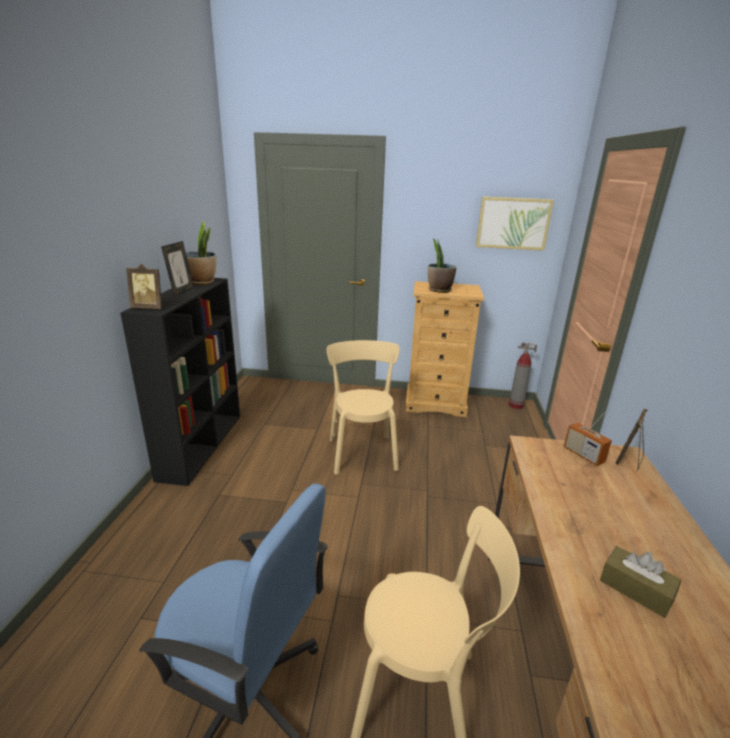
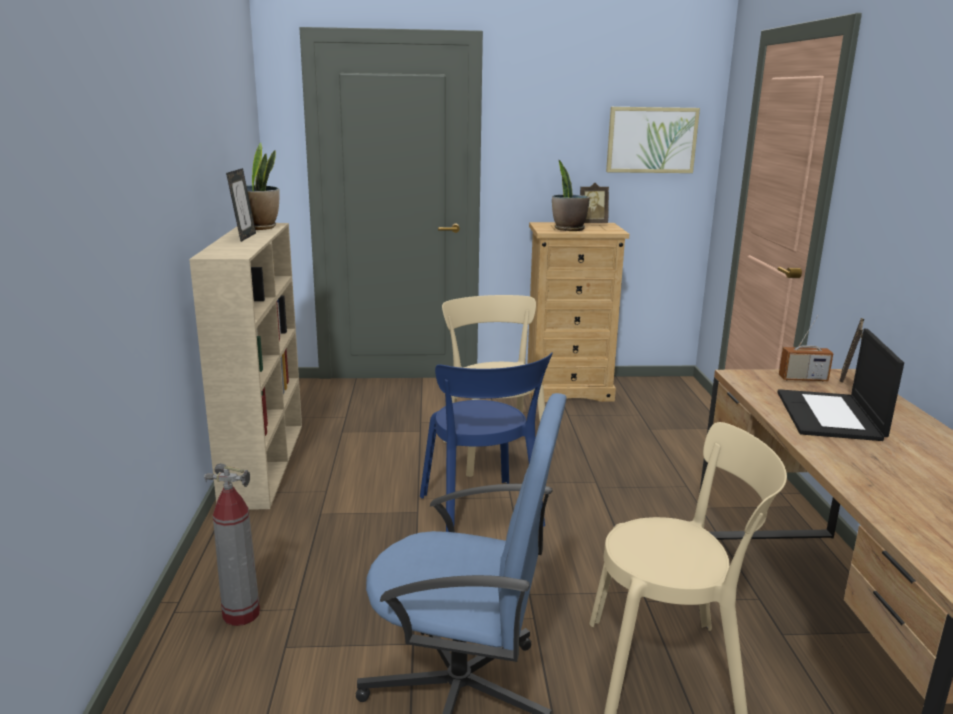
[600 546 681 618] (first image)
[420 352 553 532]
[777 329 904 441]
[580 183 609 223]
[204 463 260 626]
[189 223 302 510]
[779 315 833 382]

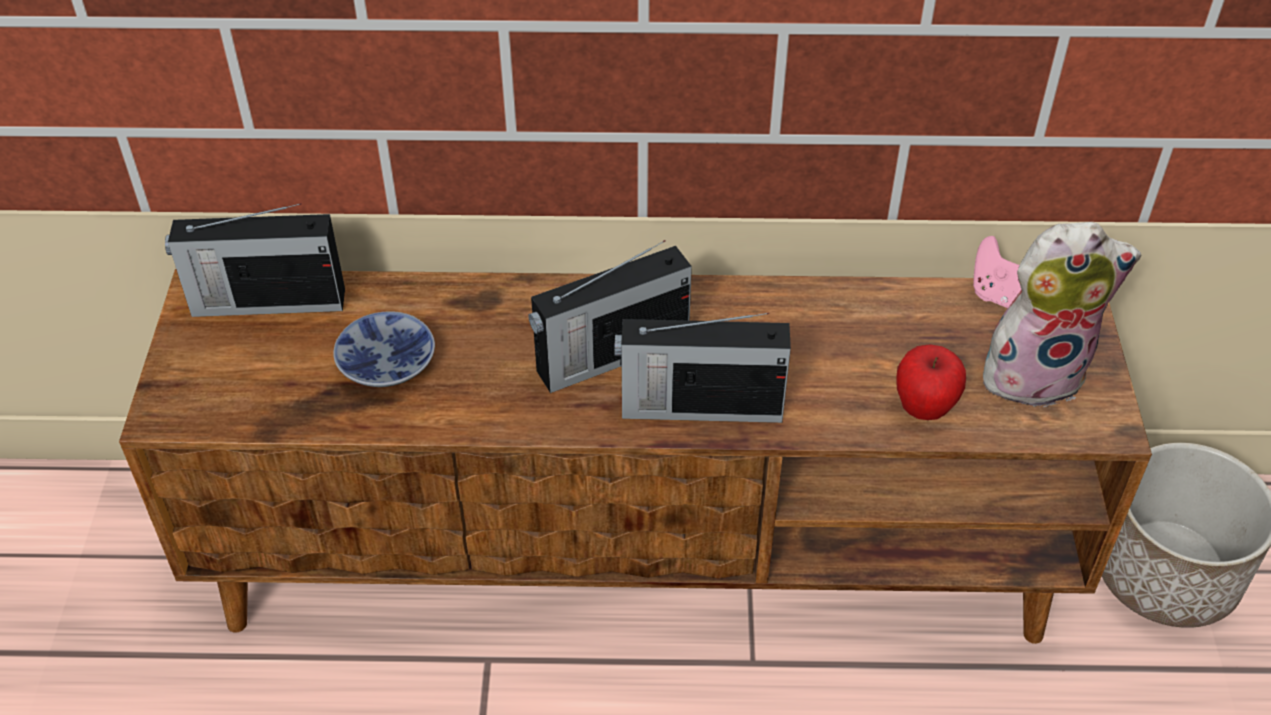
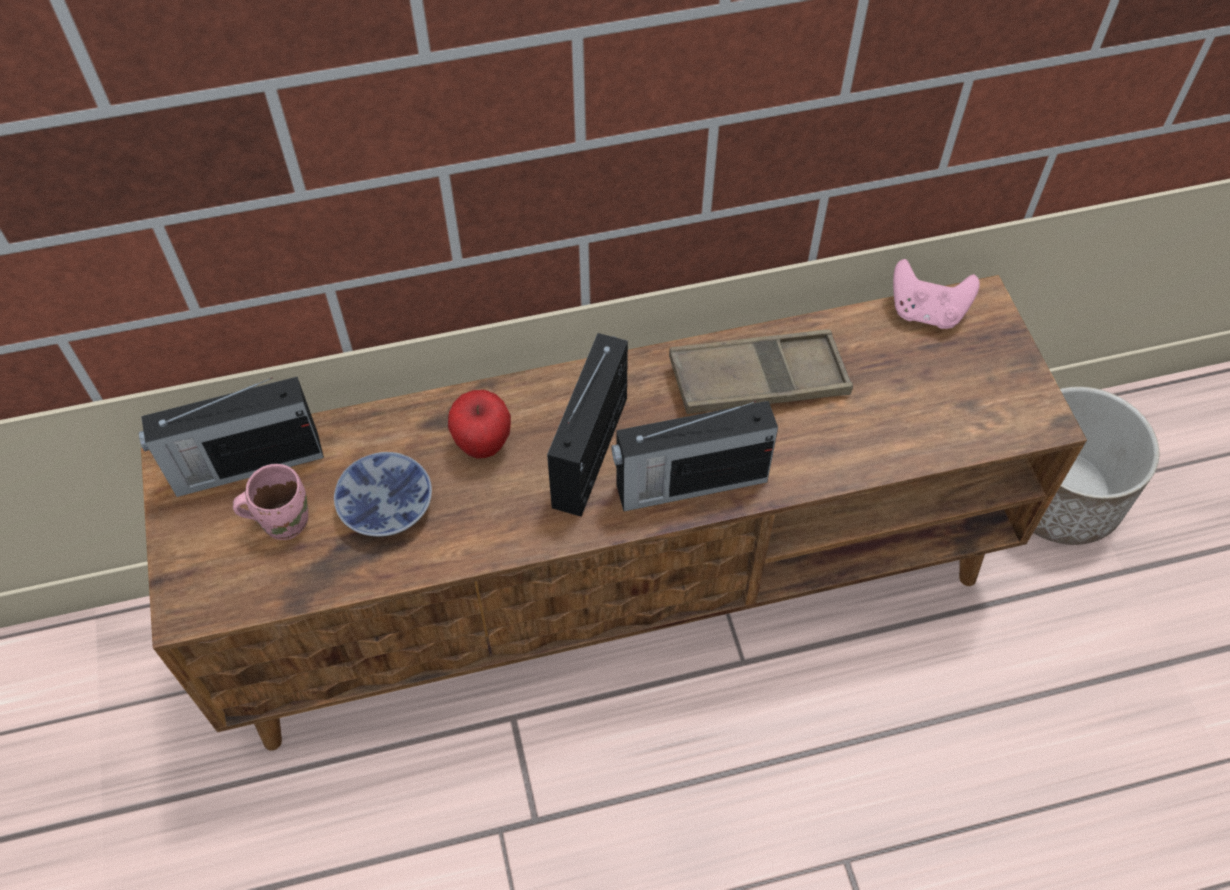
[983 222 1141 408] (first image)
[233 464 308 540]
[669 329 853 414]
[448 390 511 458]
[547 333 628 517]

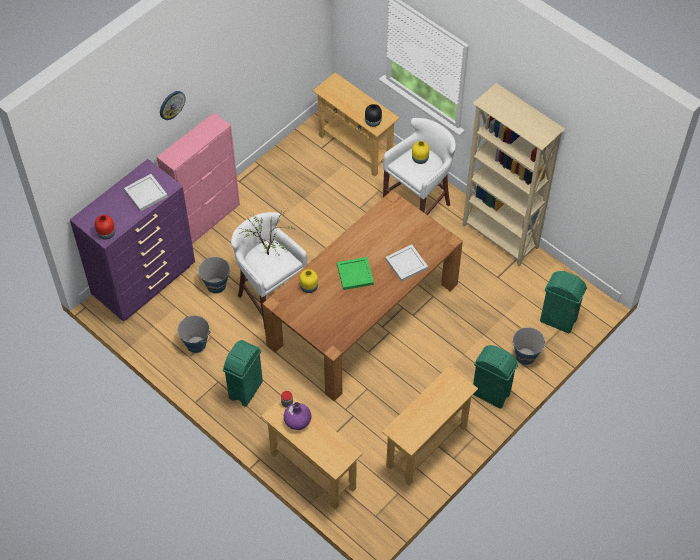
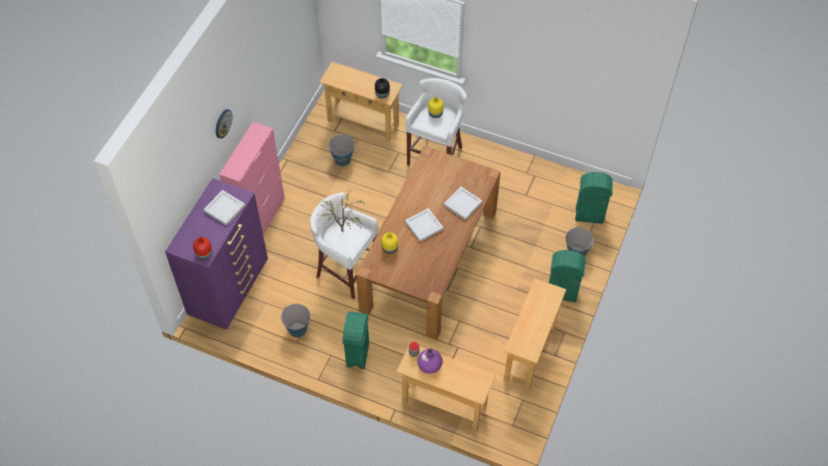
[462 83 565 266] (first image)
[328 134 356 166]
[405 208 444 242]

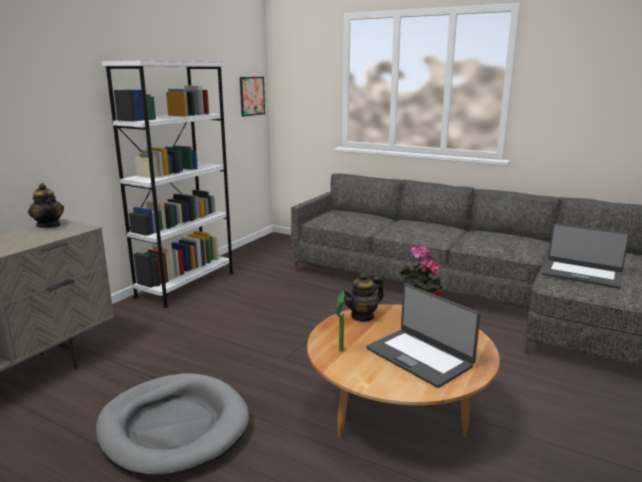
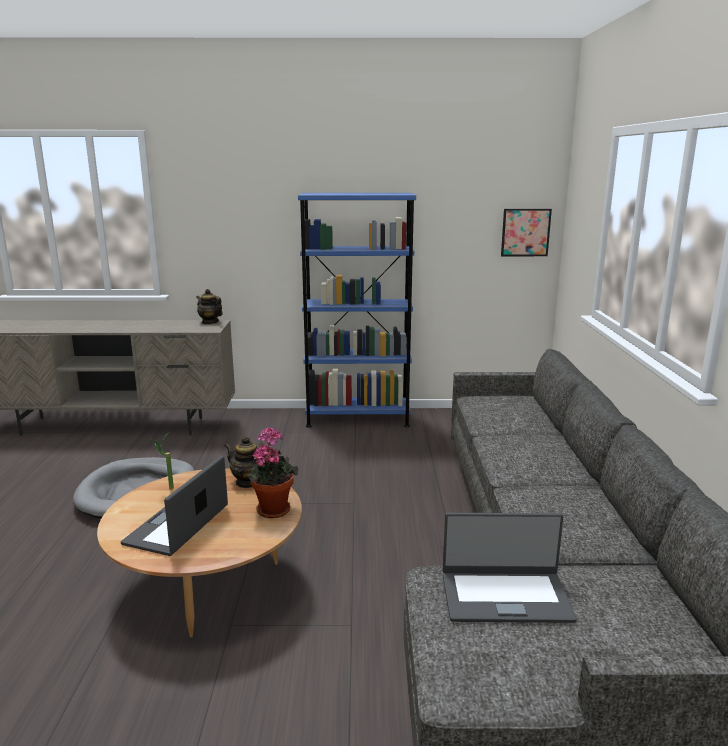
[298 193 416 427]
[196 289 223 324]
[443 513 577 623]

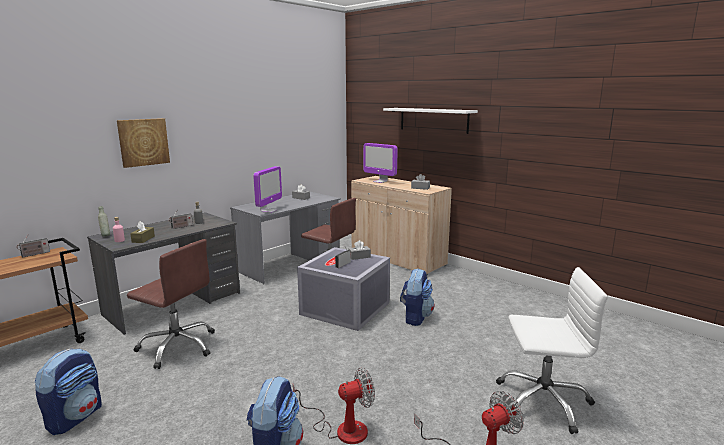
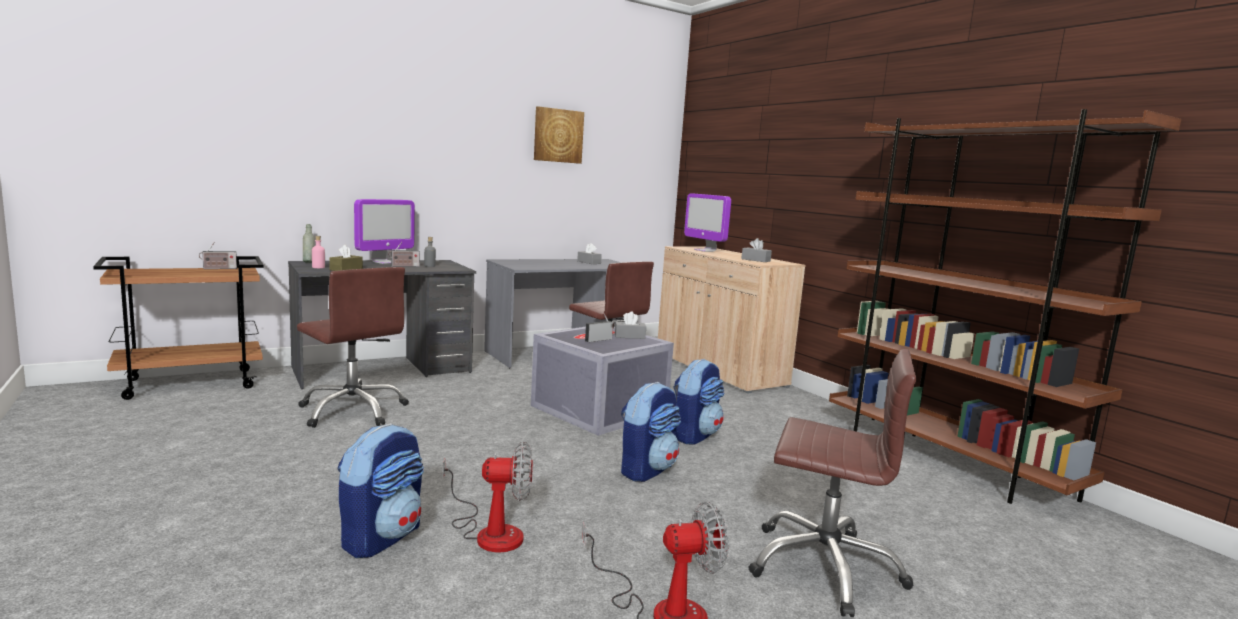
[383 108 478 134] (first image)
[829 109 1181 504]
[621 382 681 482]
[534 106 584 164]
[354 199 415 264]
[748 349 916 617]

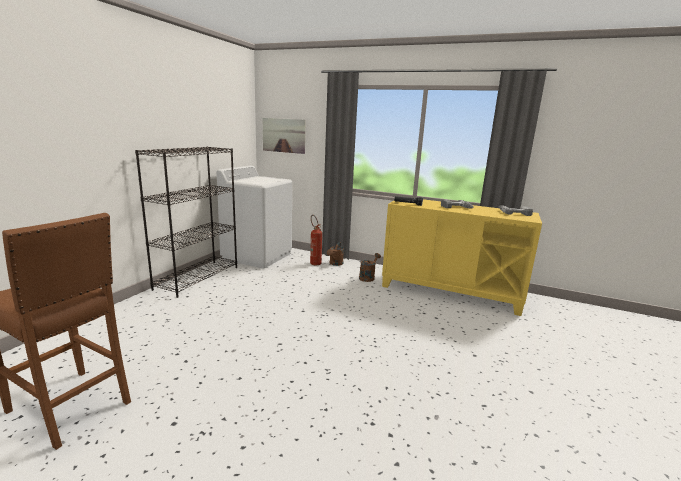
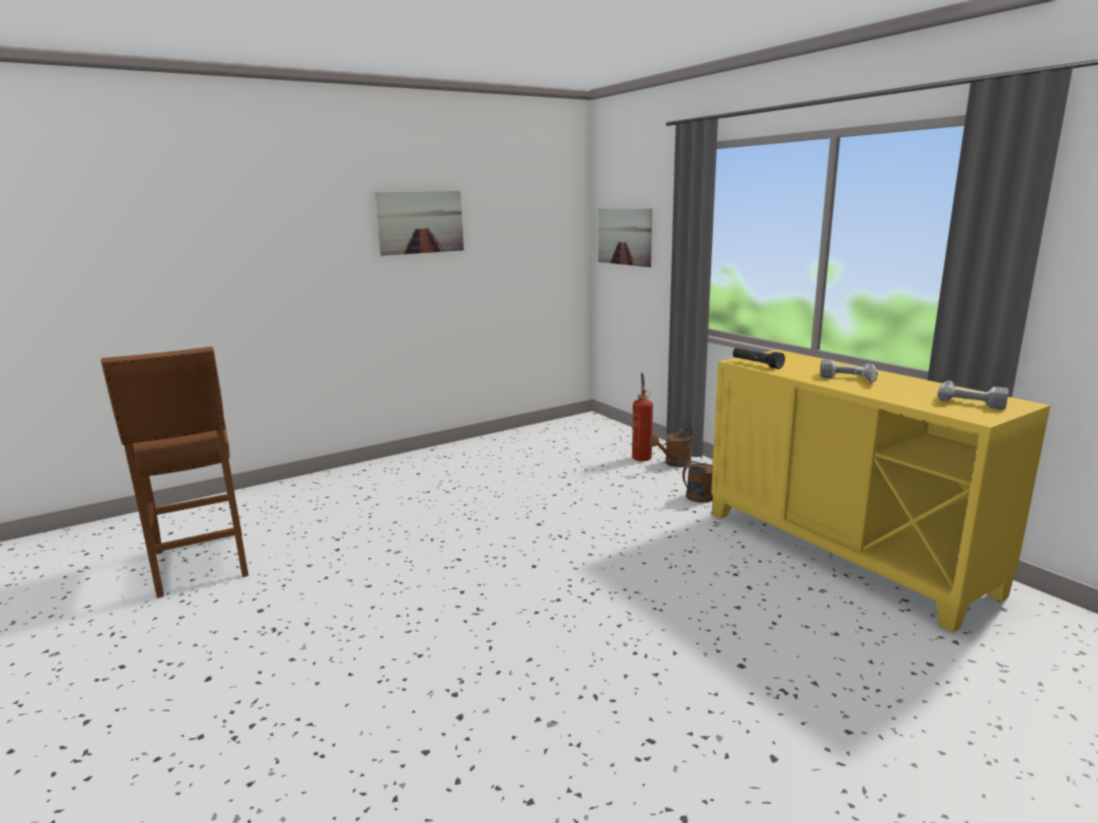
[135 146 237 298] (first image)
[217 165 292 269] (first image)
[375 191 464 256]

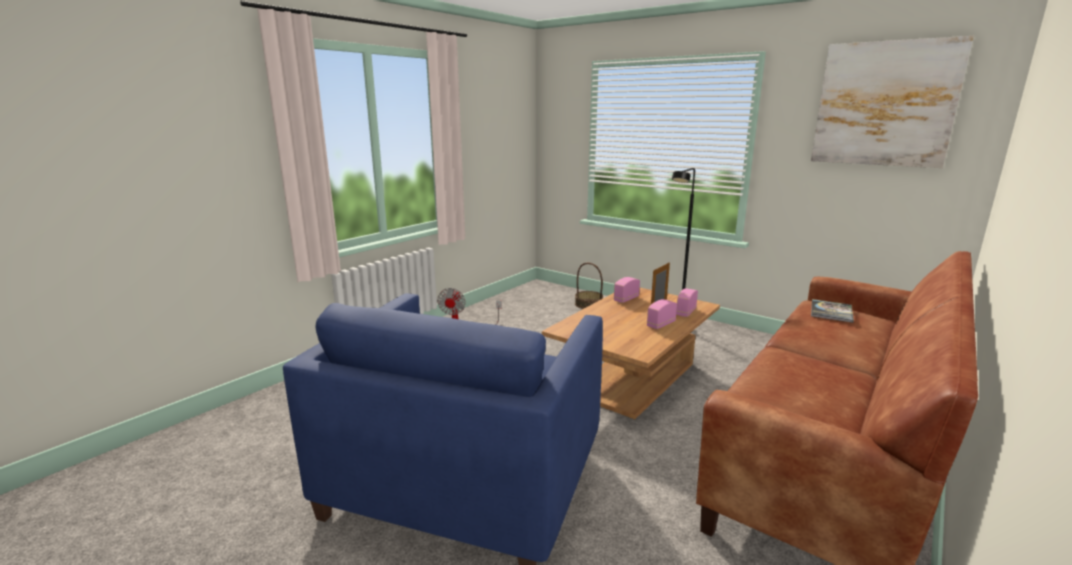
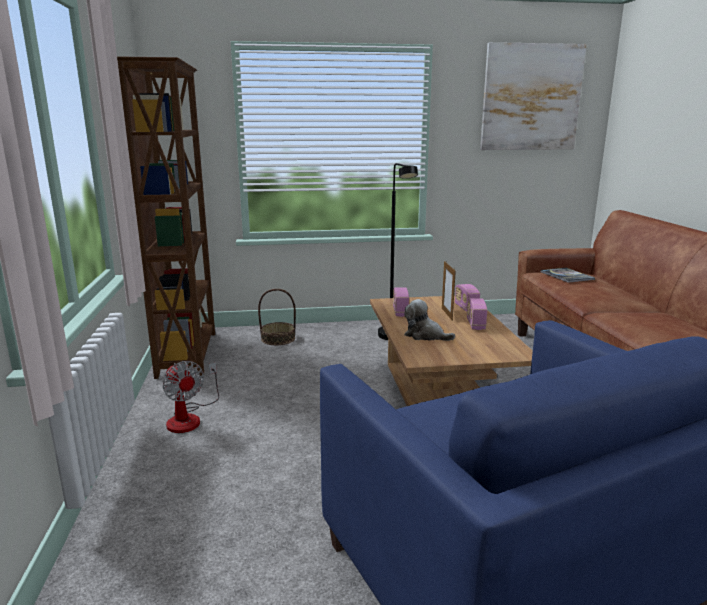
[117 56 215 379]
[404 299 455 341]

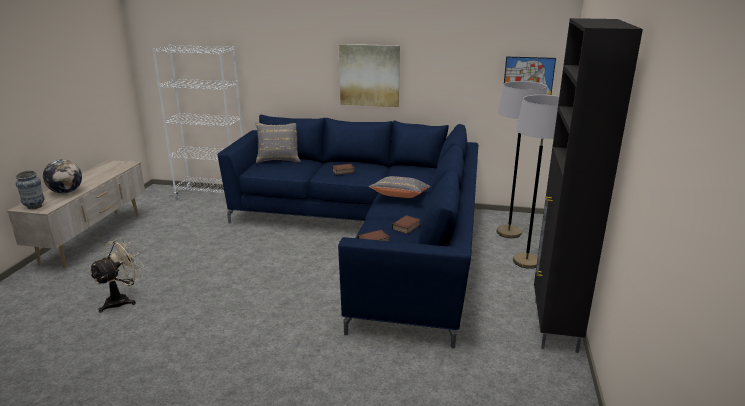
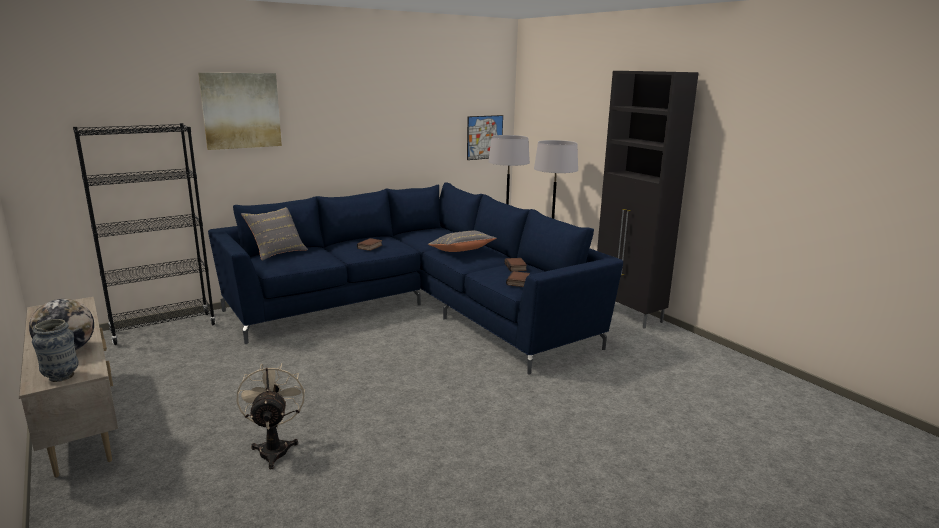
[198 73 282 150]
[73 123 216 345]

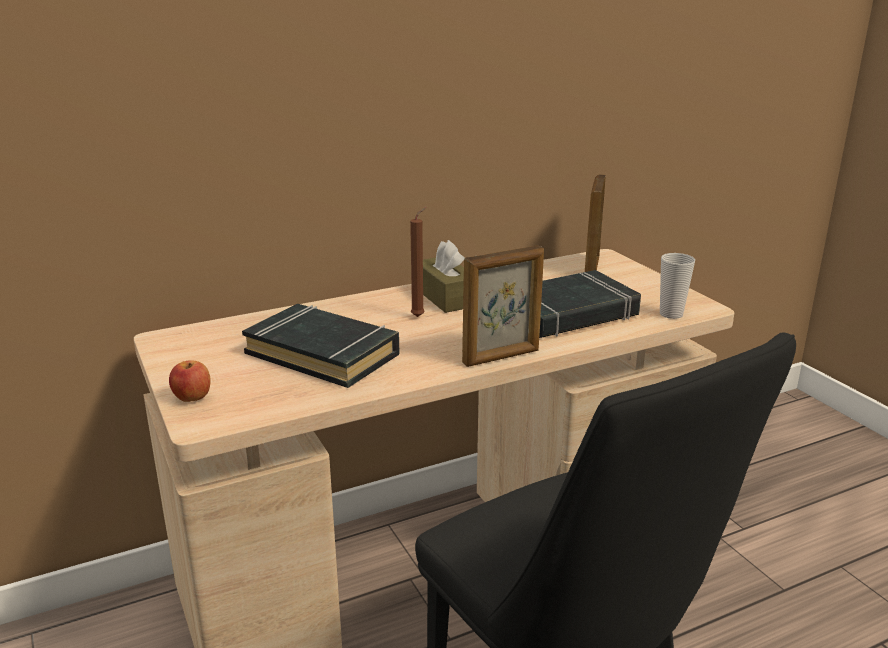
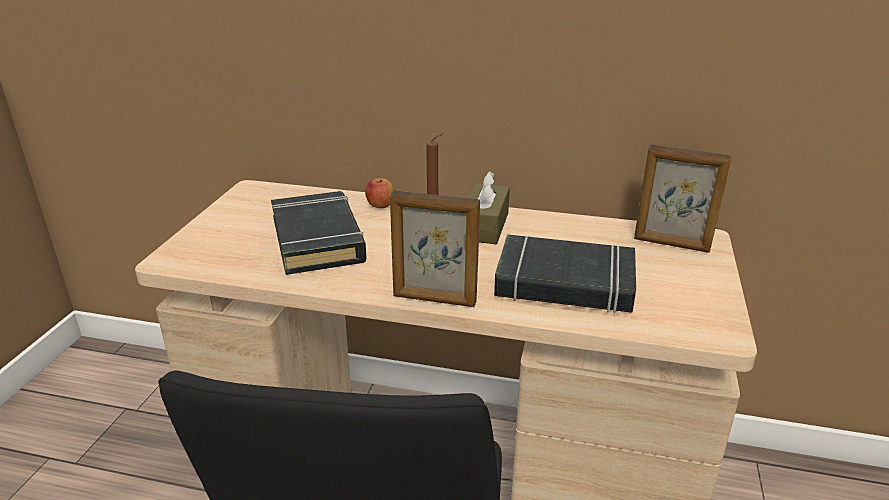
[660 253 695 319] (first image)
[365 178 394 208]
[634 145 731 253]

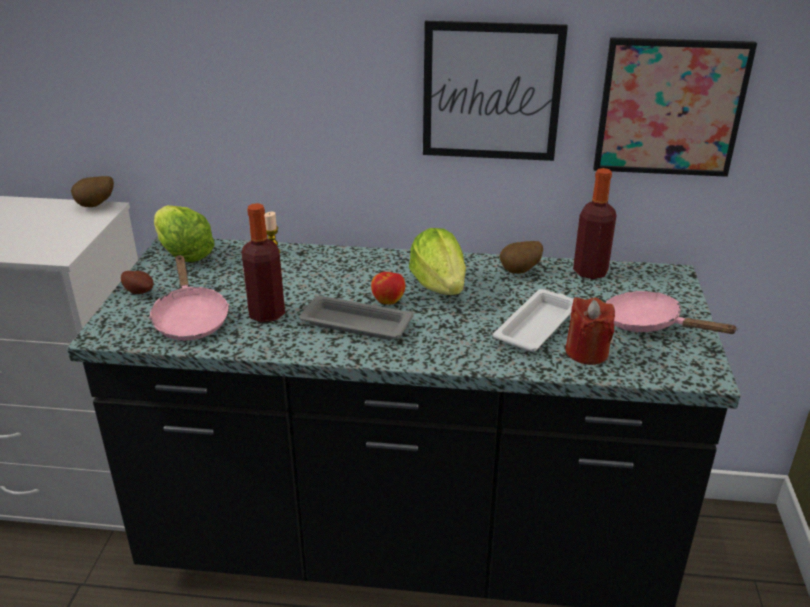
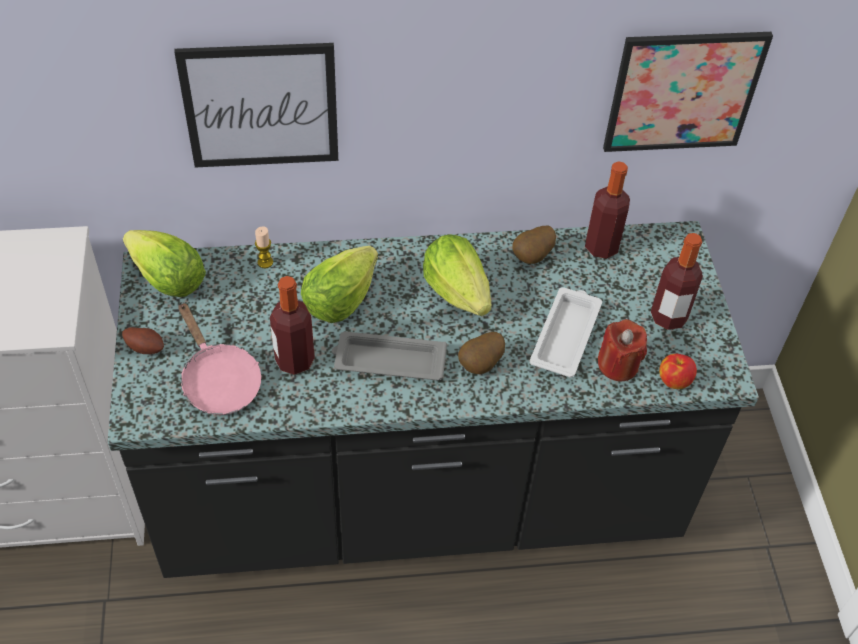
[301 246 378 323]
[458 332 505 374]
[659 354 697 389]
[174 43 338 167]
[651 233 703 330]

